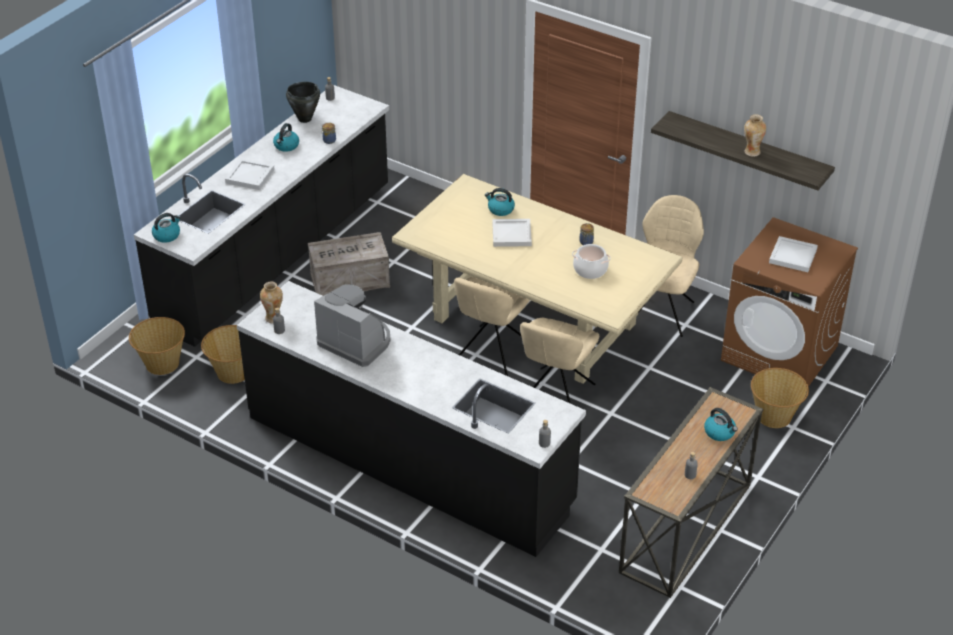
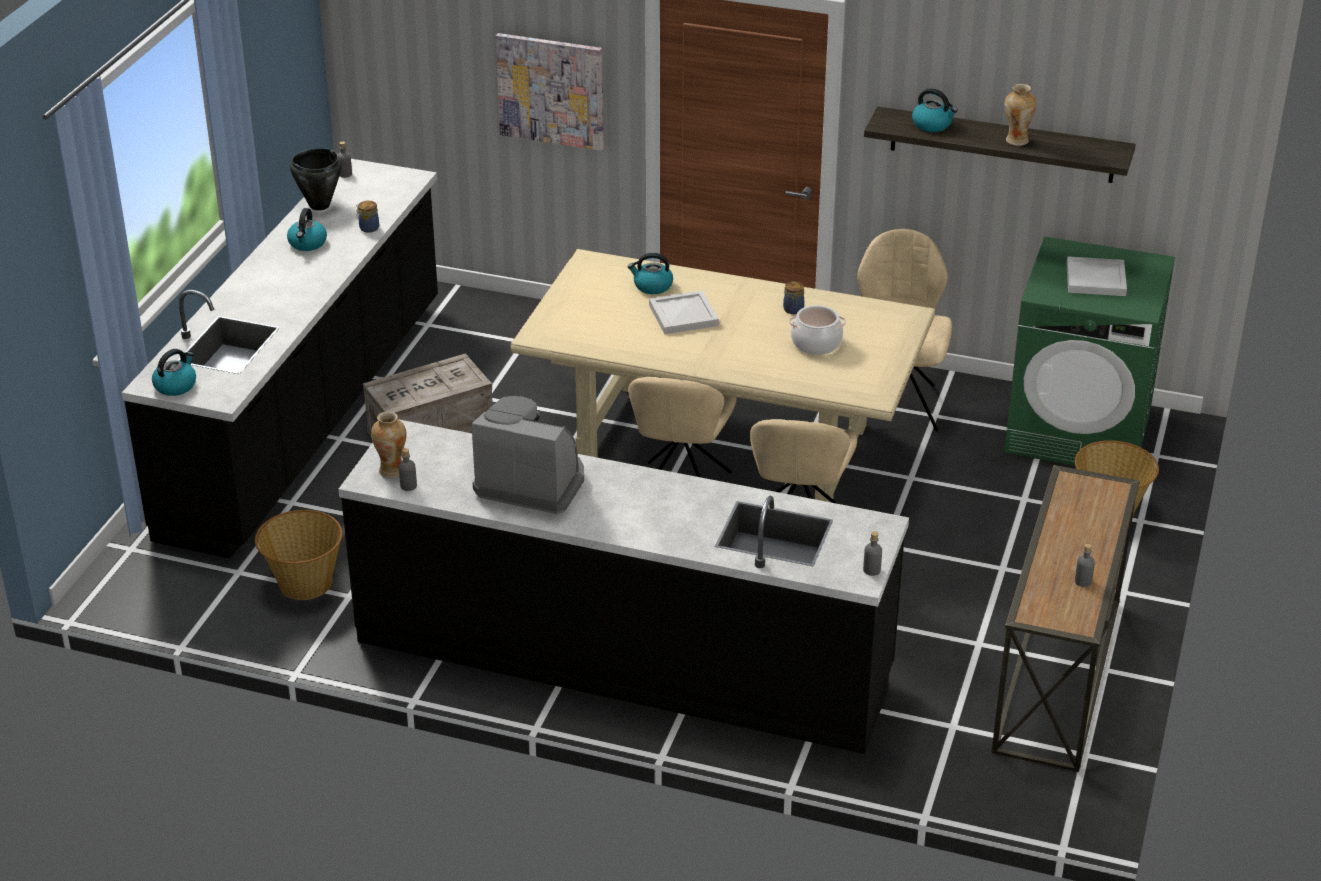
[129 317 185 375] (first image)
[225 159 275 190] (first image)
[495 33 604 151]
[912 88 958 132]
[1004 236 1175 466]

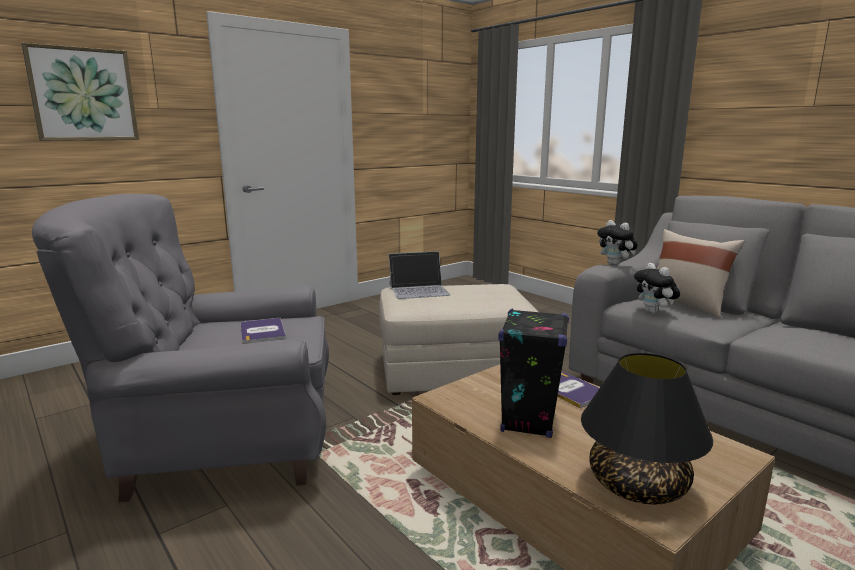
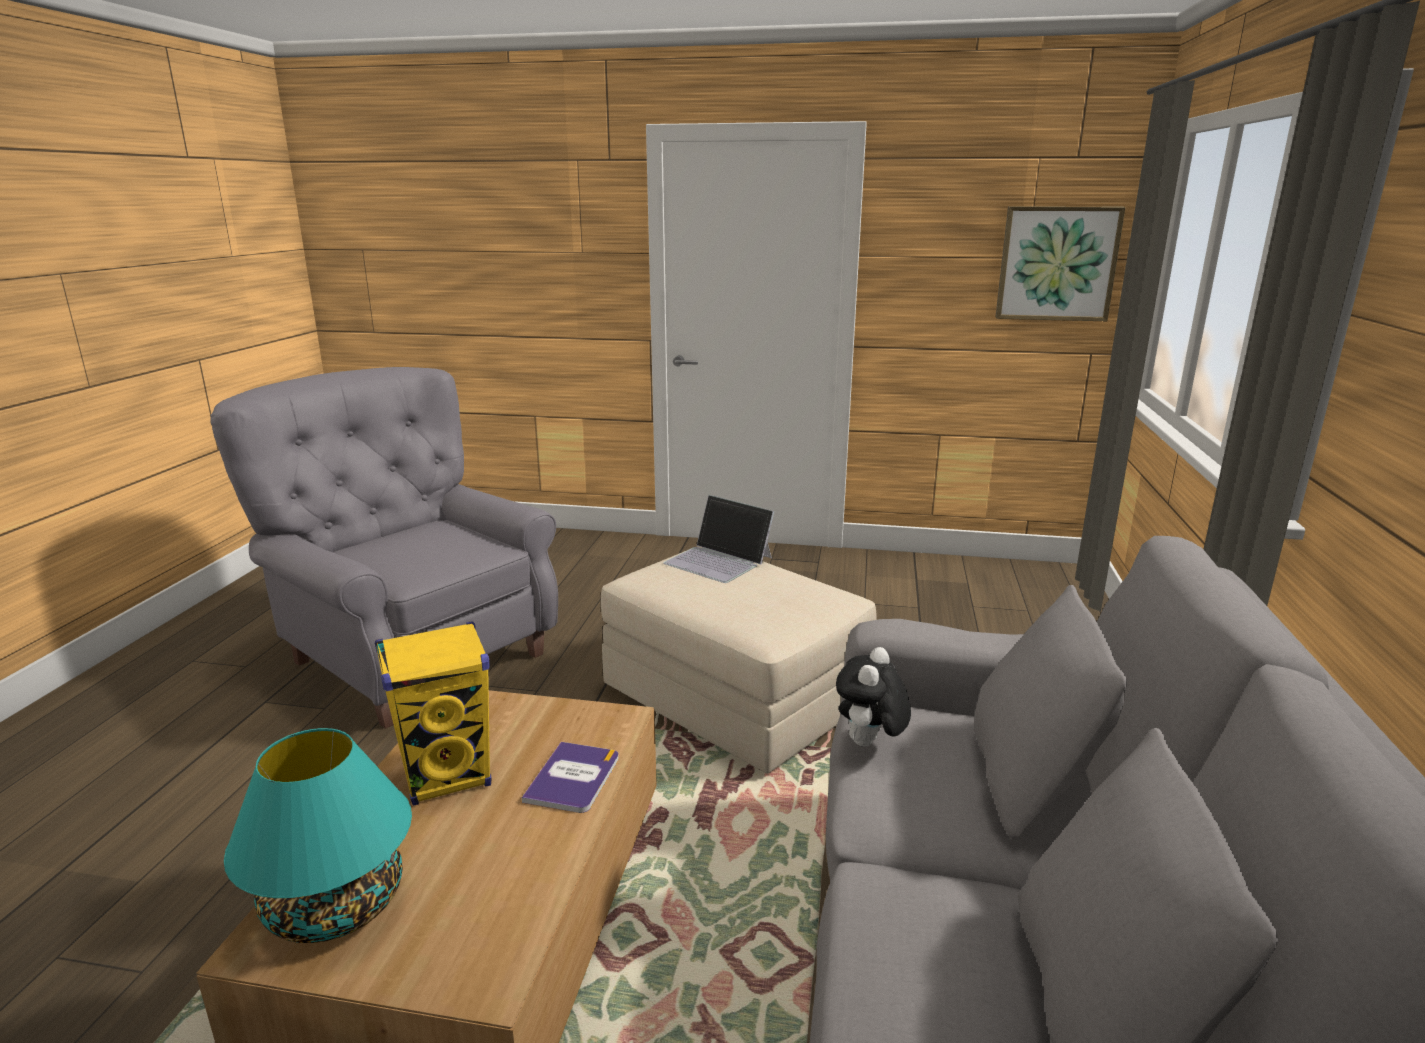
[241 318 286 344] (first image)
[597 220 638 265] (first image)
[657 229 745 318] (first image)
[995 206 1126 321]
[375 622 491 806]
[224 728 412 943]

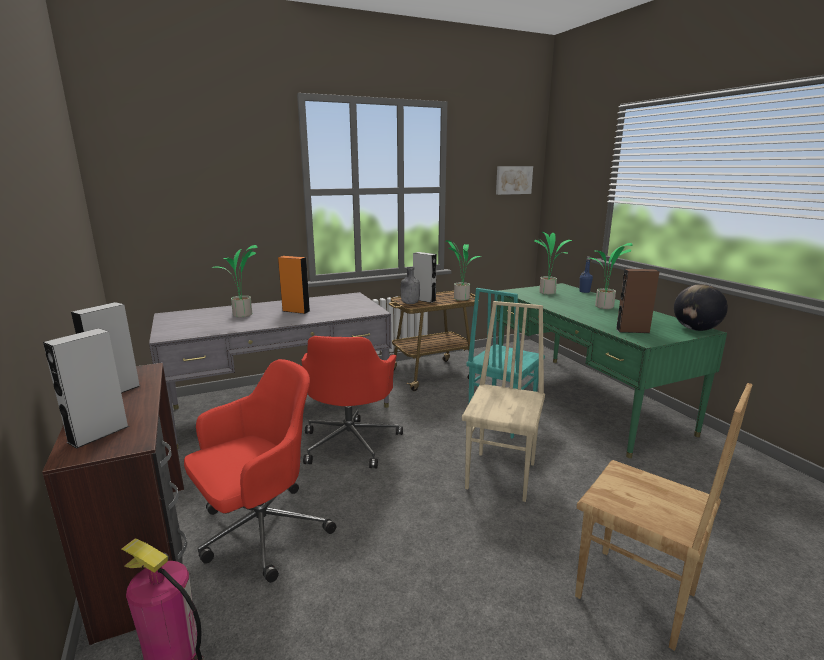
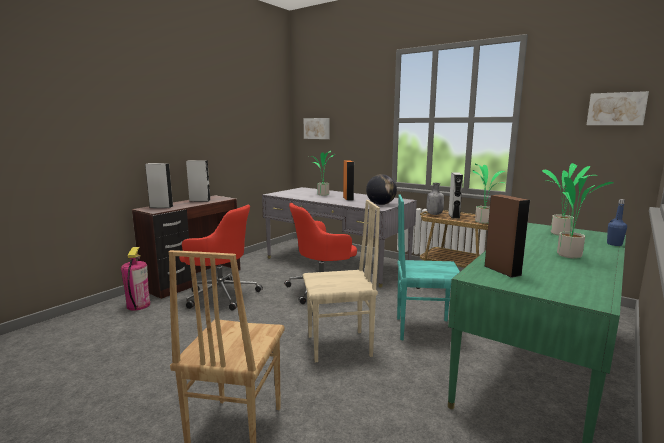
[304 118 330 139]
[366 174 397 205]

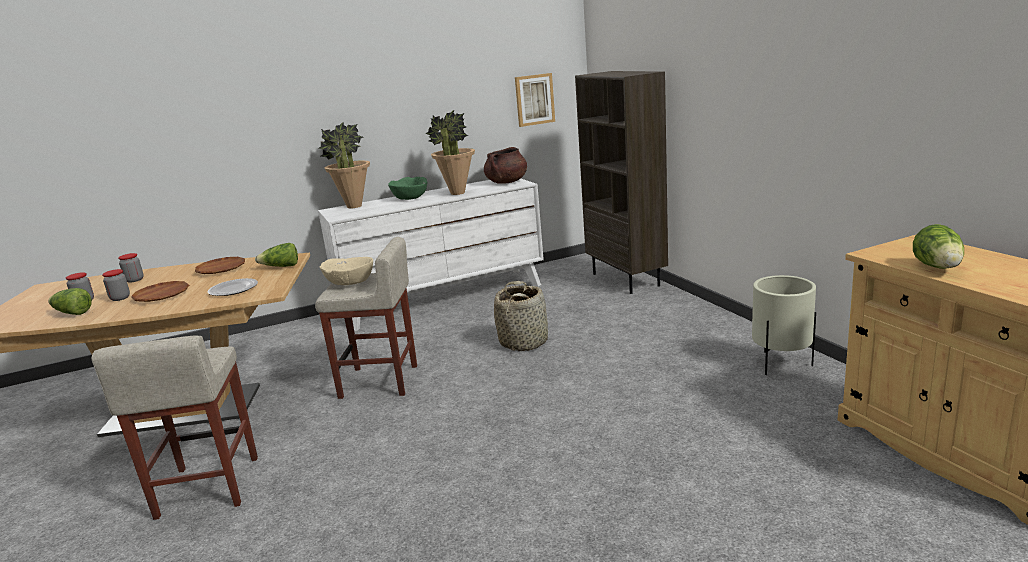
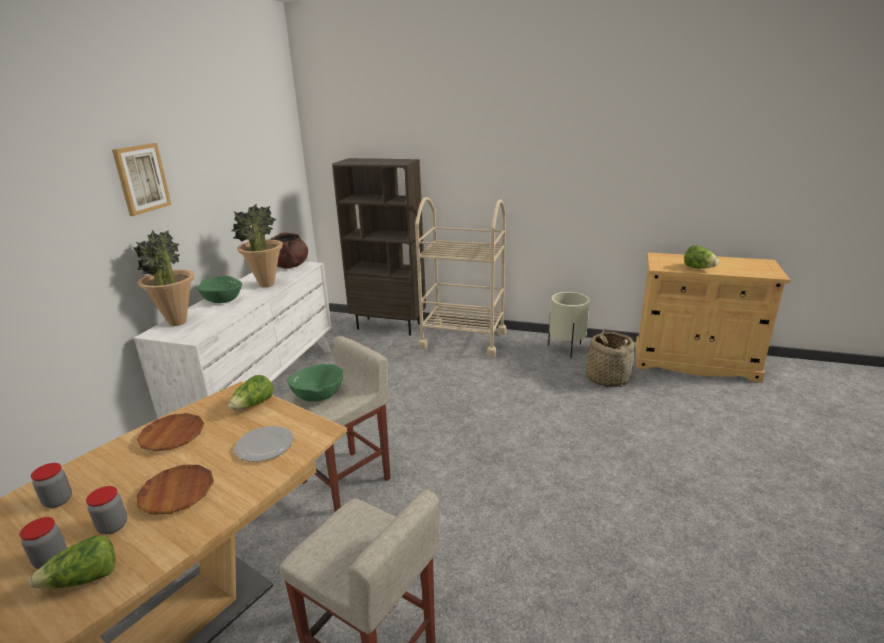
[415 197 507 357]
[586 330 635 387]
[112 143 172 216]
[287 364 343 402]

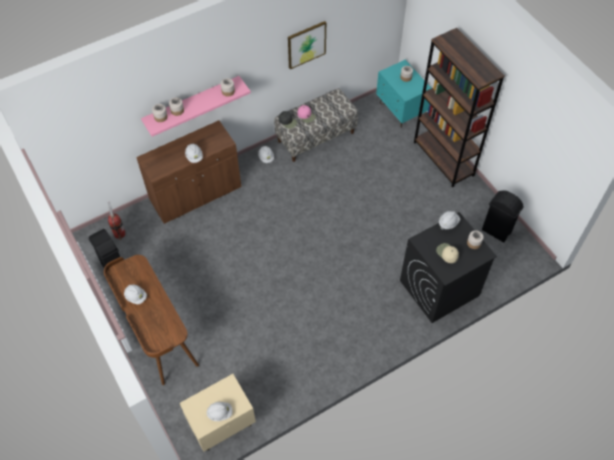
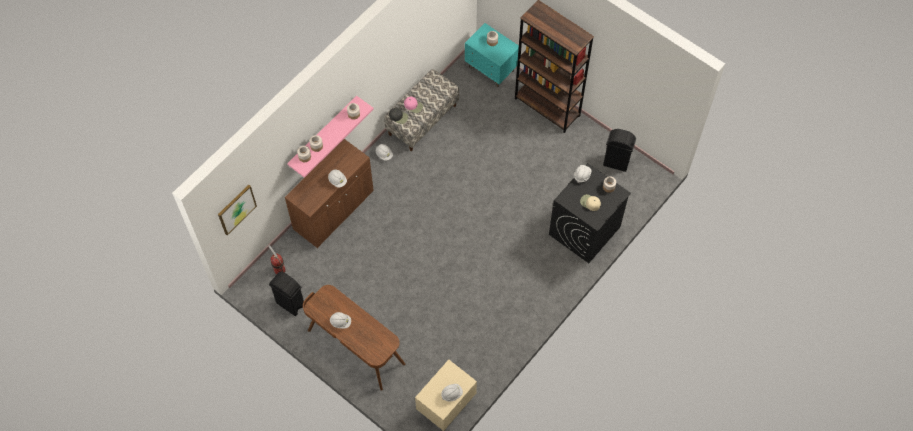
[218 185 257 235]

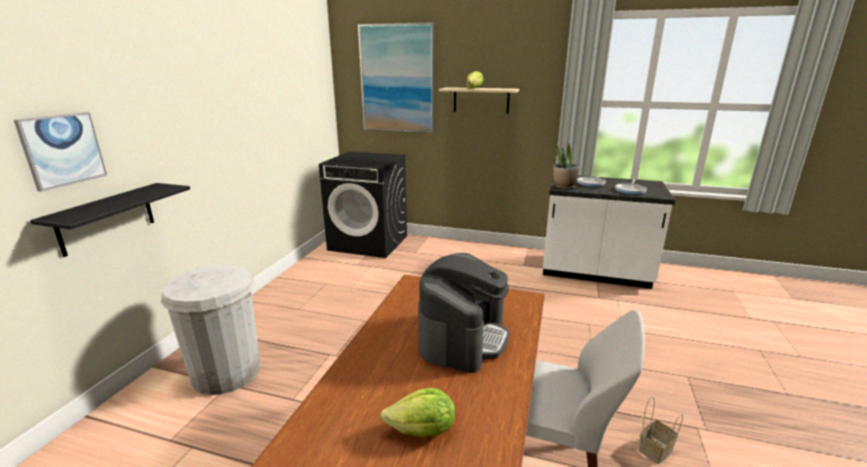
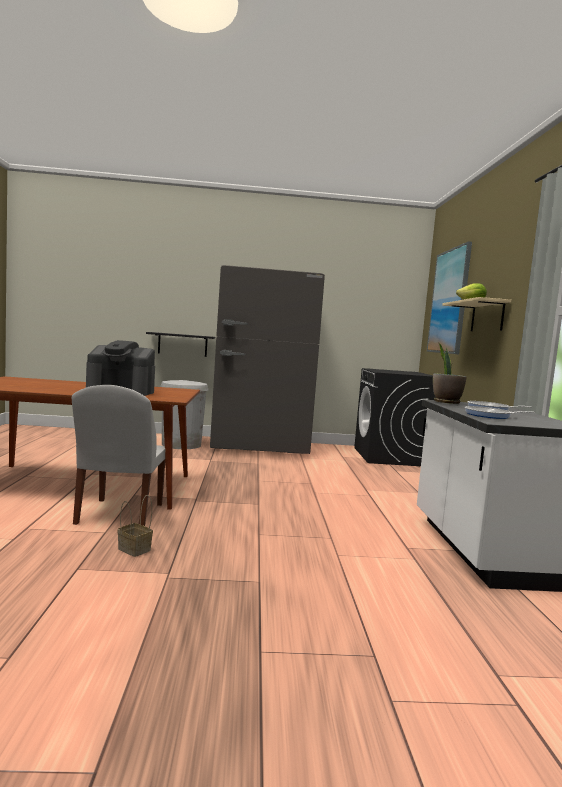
[14 112 107 192] (first image)
[380 388 455 437] (first image)
[210 265 325 454]

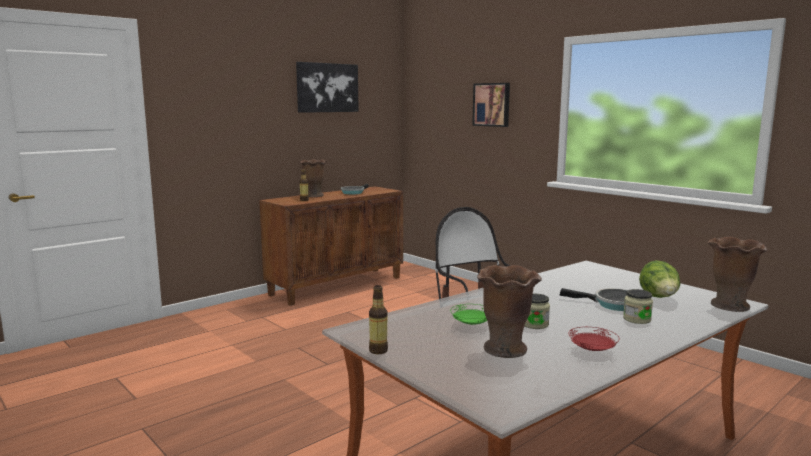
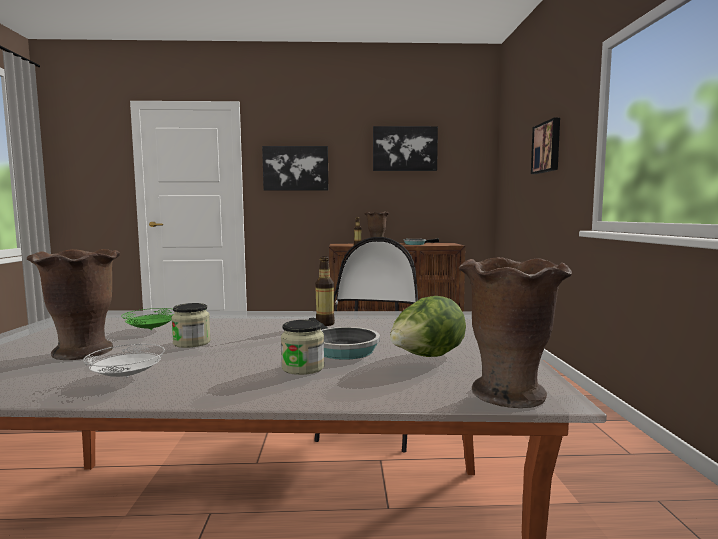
[262 146 328 191]
[315 256 335 326]
[83 344 165 378]

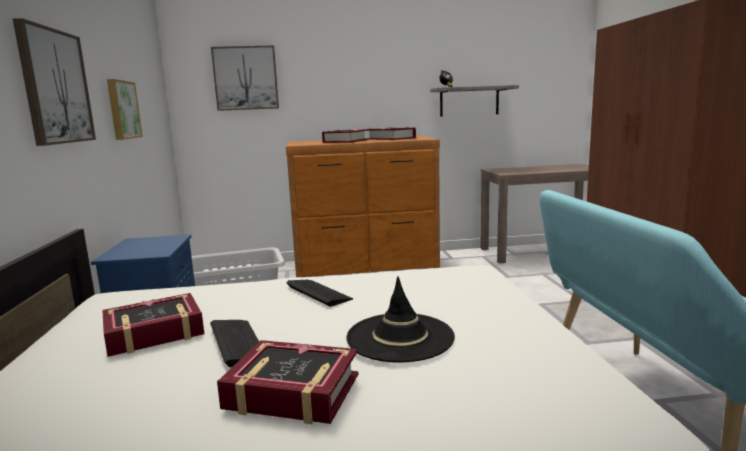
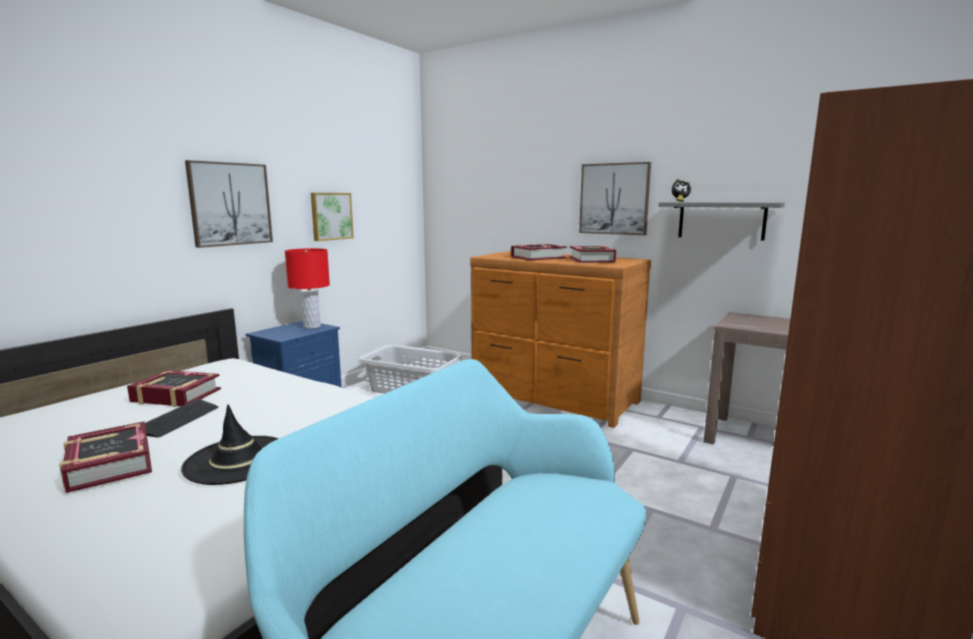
[286 280 353 307] (first image)
[285 248 330 329]
[579 162 651 235]

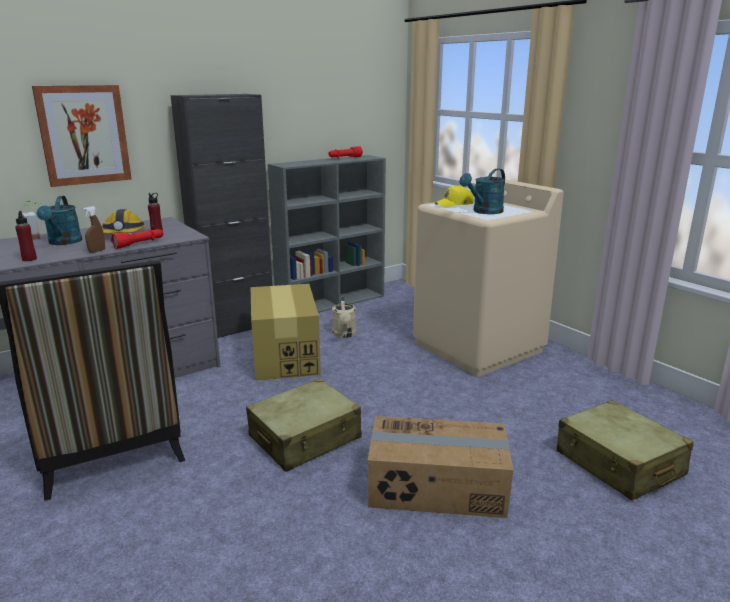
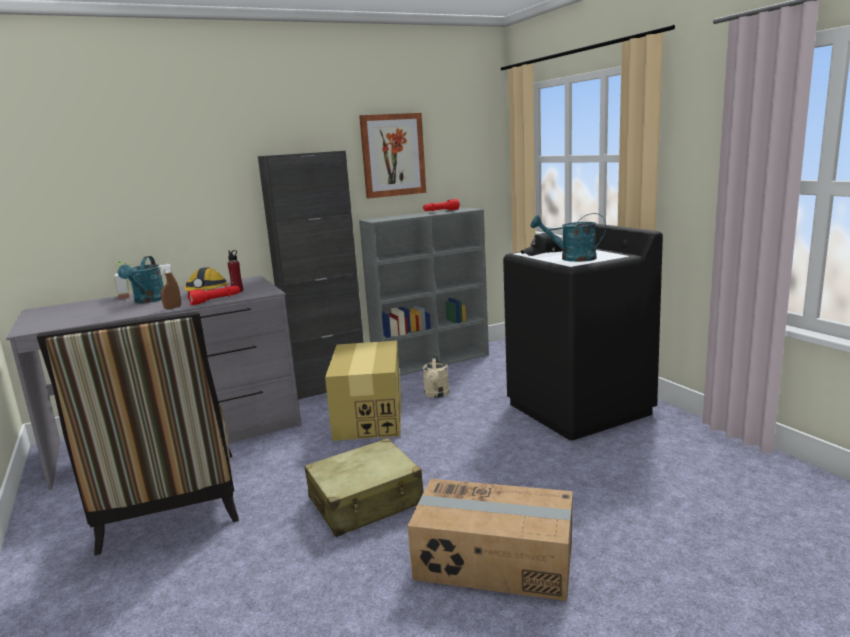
[15 211 37 261] (first image)
[557 400 694 500] (first image)
[359 113 426 199]
[503 224 663 440]
[520 233 563 256]
[530 213 606 262]

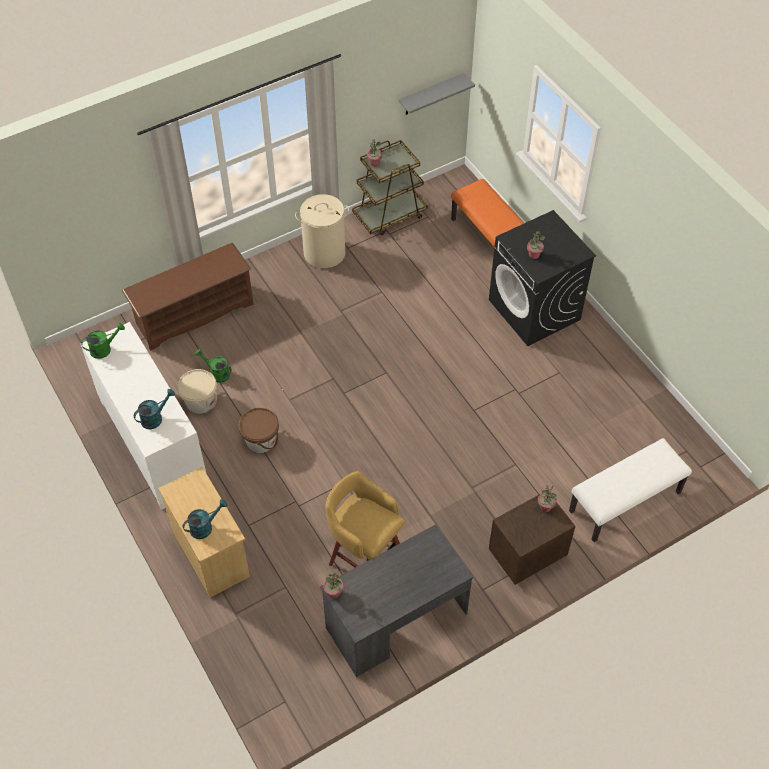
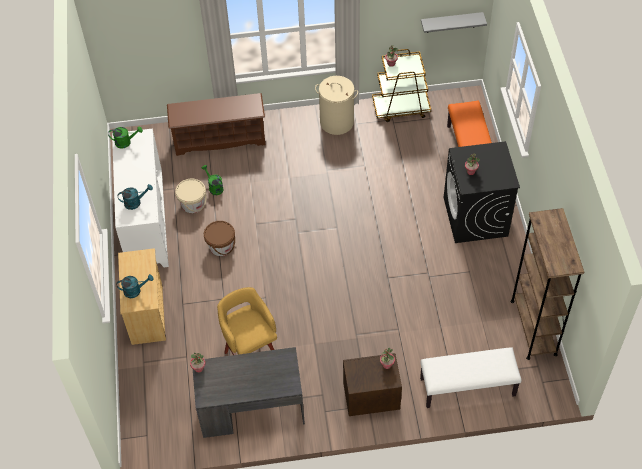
[511 208 584 360]

